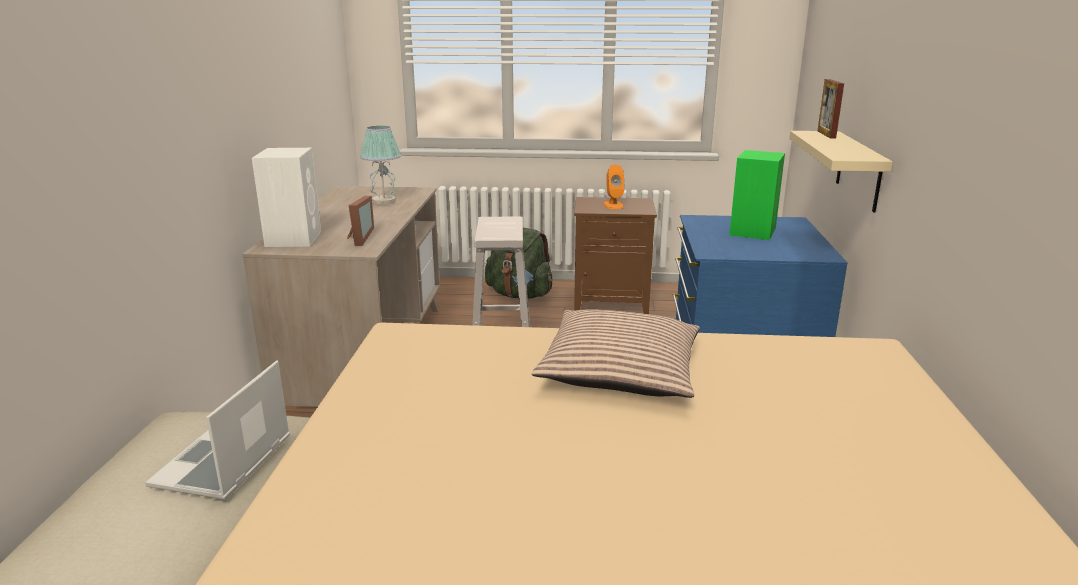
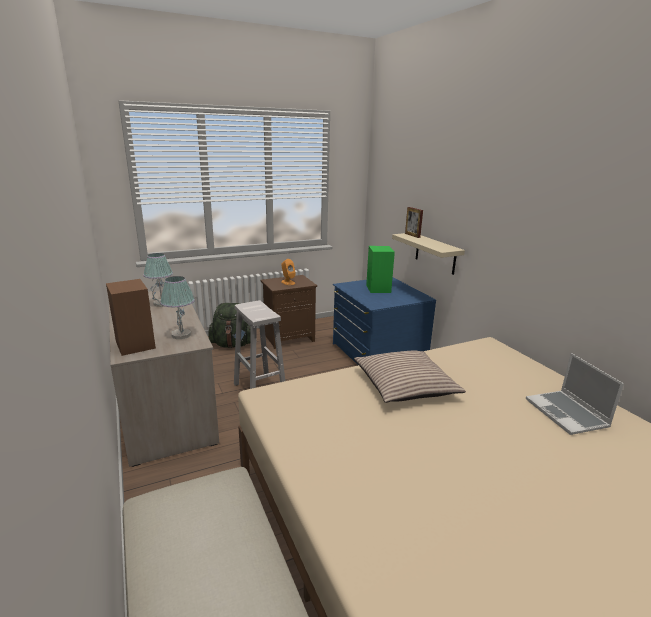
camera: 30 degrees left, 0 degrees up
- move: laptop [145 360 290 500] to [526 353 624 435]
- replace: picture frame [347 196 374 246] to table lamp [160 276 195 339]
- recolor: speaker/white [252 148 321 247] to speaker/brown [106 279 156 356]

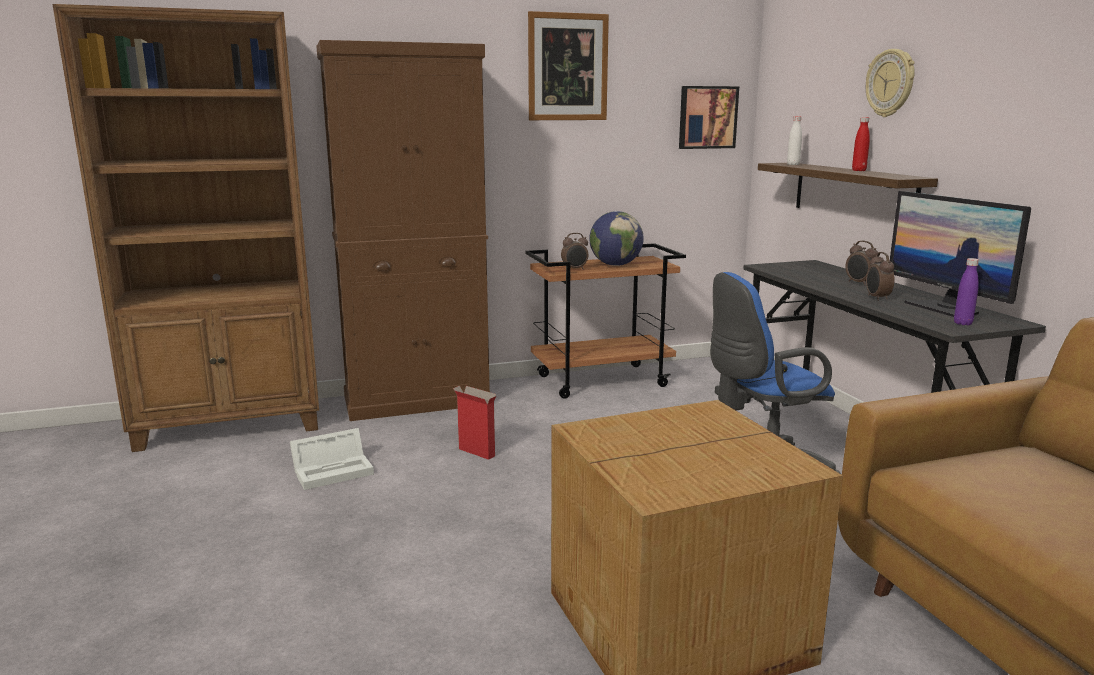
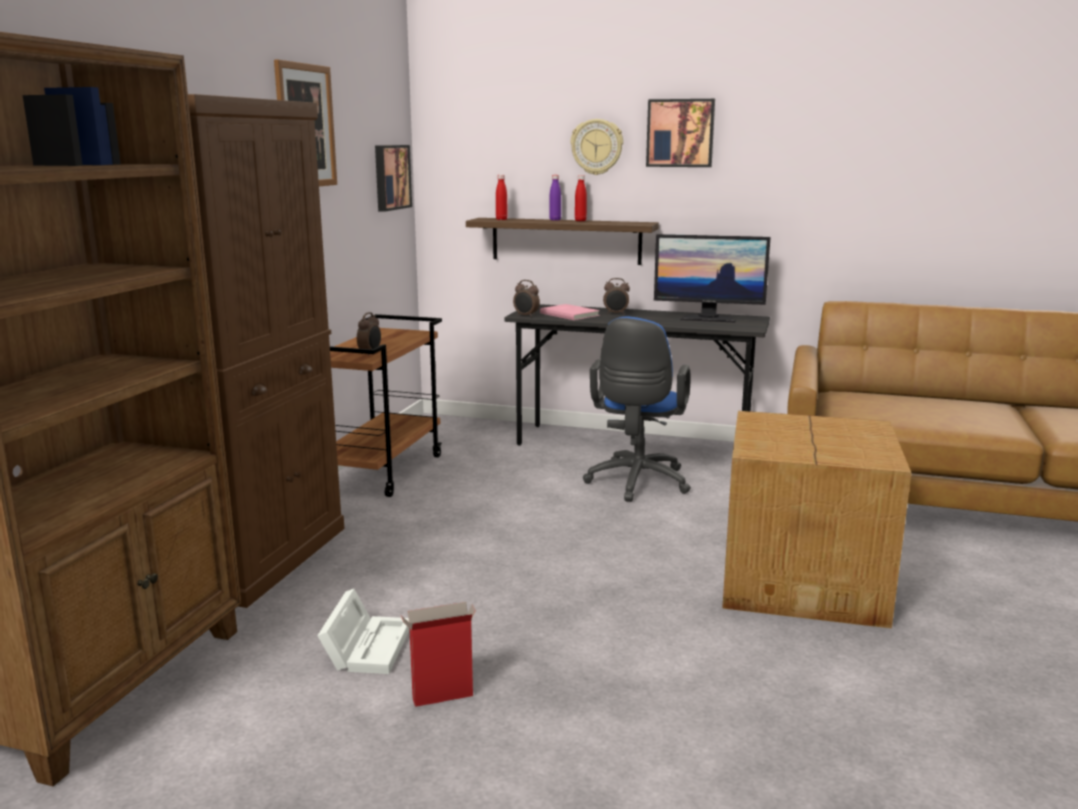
camera: 55 degrees left, 0 degrees up
- delete: globe [589 211 644 266]
- insert: book/pink [540 304 600 320]
- insert: picture [646 99 715 167]
- move: cardboard box [453 386 496 460] to [401 602 476 707]
- move: alarm clock [866 252 895 301] to [513 280 540 317]
- move: bottle/purple [954 258 979 325] to [549 175 561 220]
- recolor: bottle/white [787 116 802 165] to bottle/red [496 175 508 220]

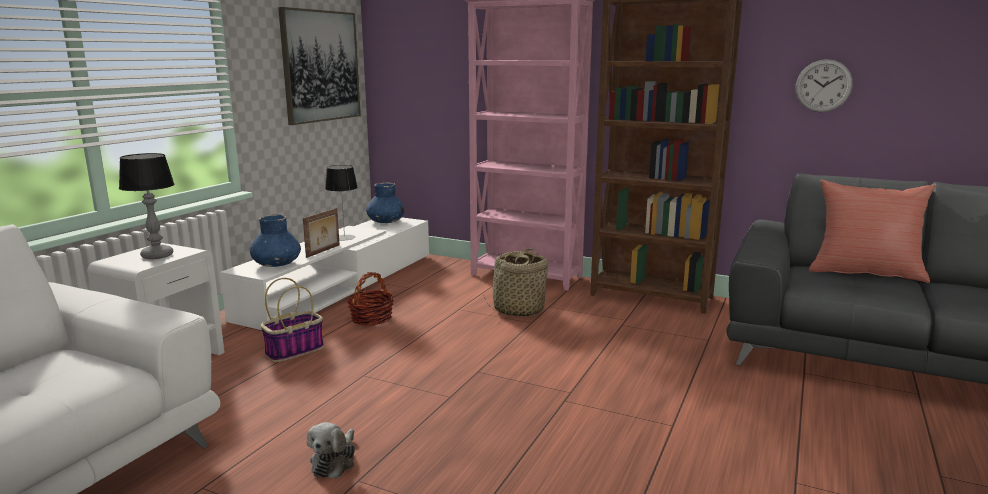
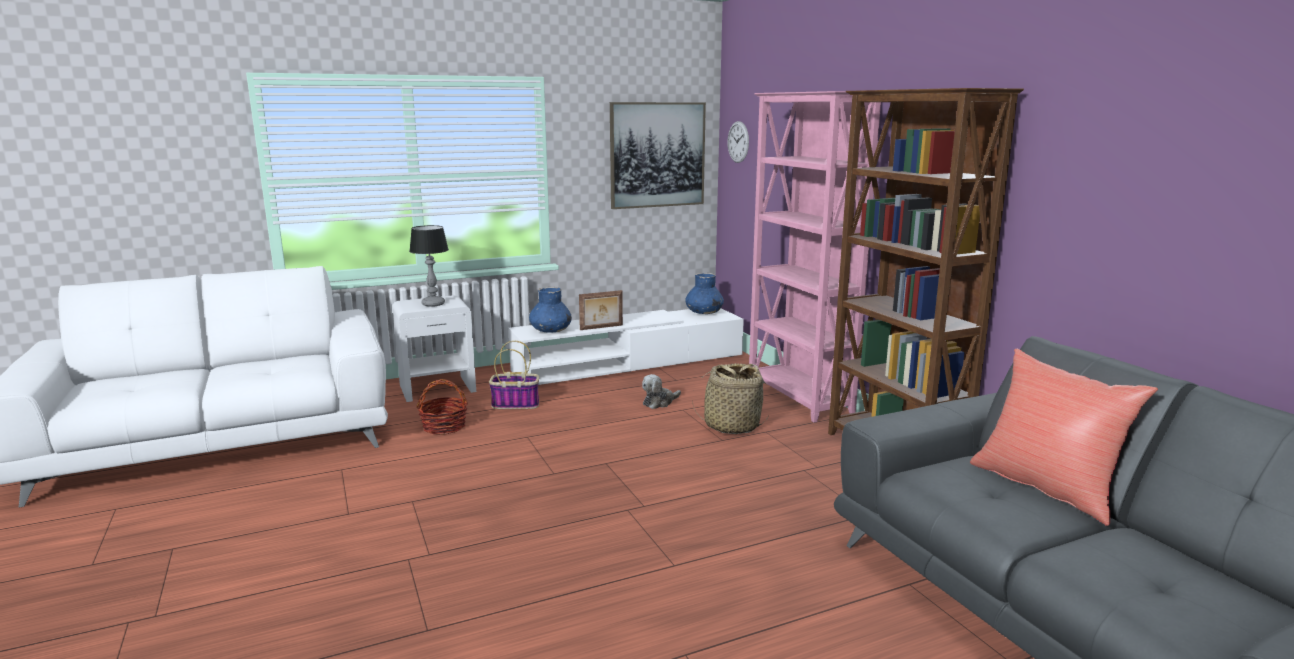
camera: 40 degrees right, 0 degrees up
- delete: table lamp [325 165 358 240]
- move: plush toy [307 422 355 479] to [642 374 681 409]
- move: basket [347 272 394 326] to [416 379 468 435]
- move: wall clock [795 59 853 112] to [727 121 749 163]

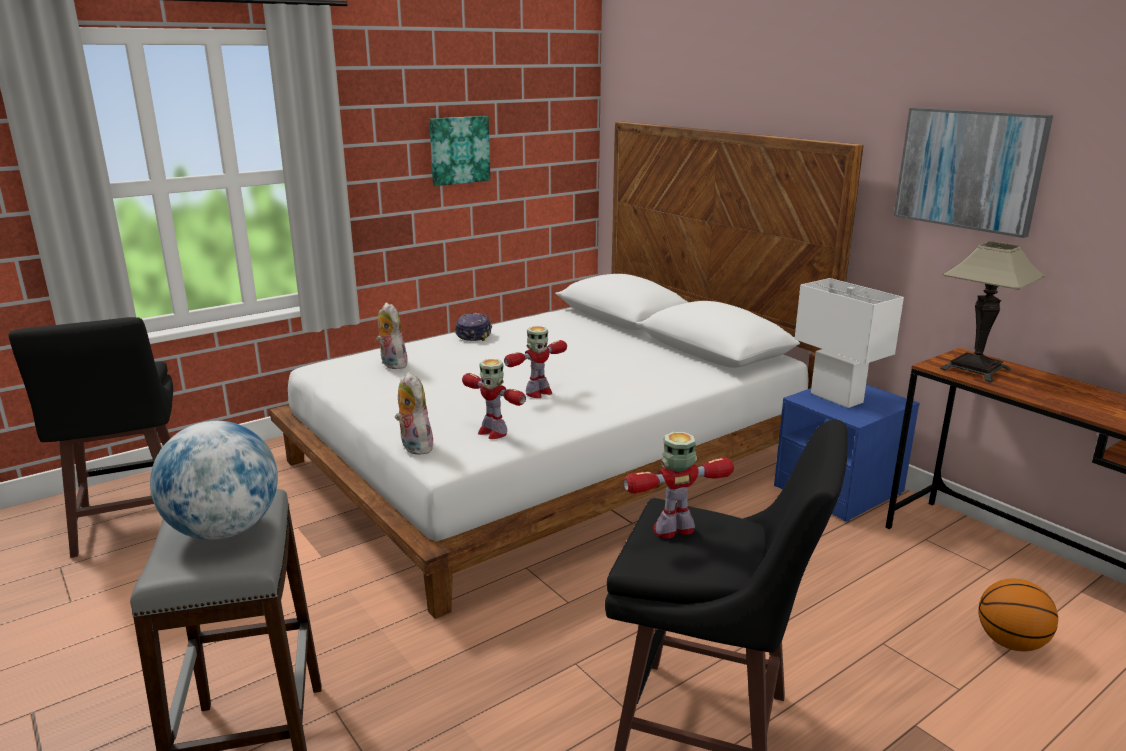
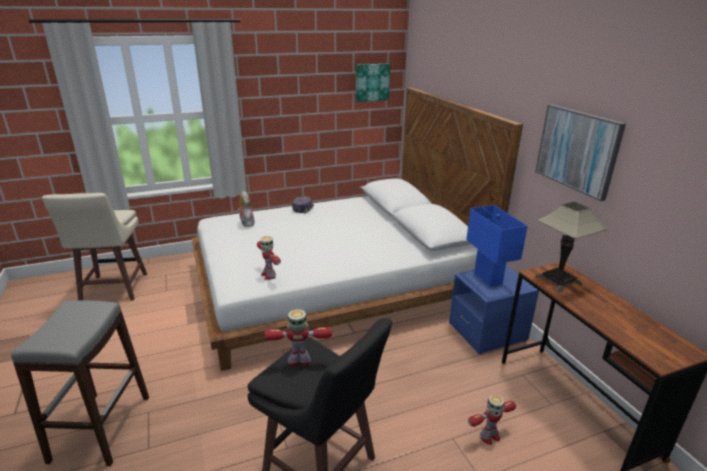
camera: 15 degrees right, 5 degrees up
- delete: globe [150 421 278 540]
- delete: plush toy [395 372 433 455]
- delete: basketball [978 579 1058 651]
- move: picture [429 116 490 186] to [356 63 390 102]
- move: toy robot [504 326 567 398] to [468 395 516 445]
- recolor: stool/black [9 317 173 558] to stool/beige [42 193 147 301]
- recolor: table lamp/white [795 278 904 408] to table lamp/blue [466 205 528 287]

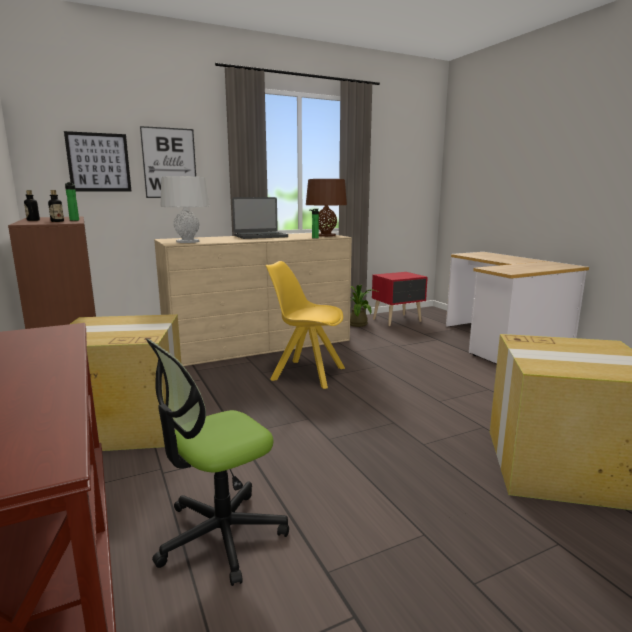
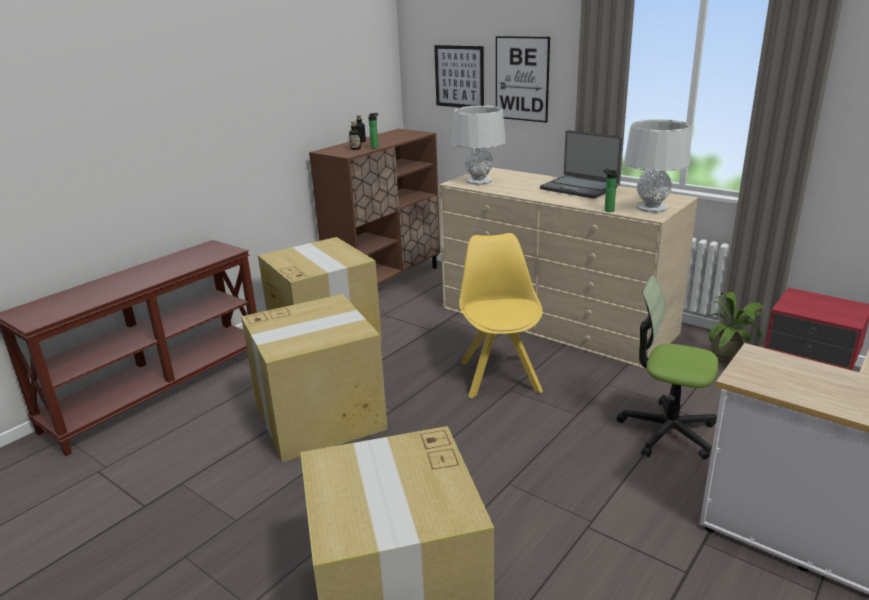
camera: 65 degrees right, 10 degrees up
- insert: cardboard box [241 294 388 462]
- move: office chair [146 339 289 586] to [617 276 718 460]
- recolor: table lamp/brown [306 179 347 237] to table lamp/grey [624 119 691 213]

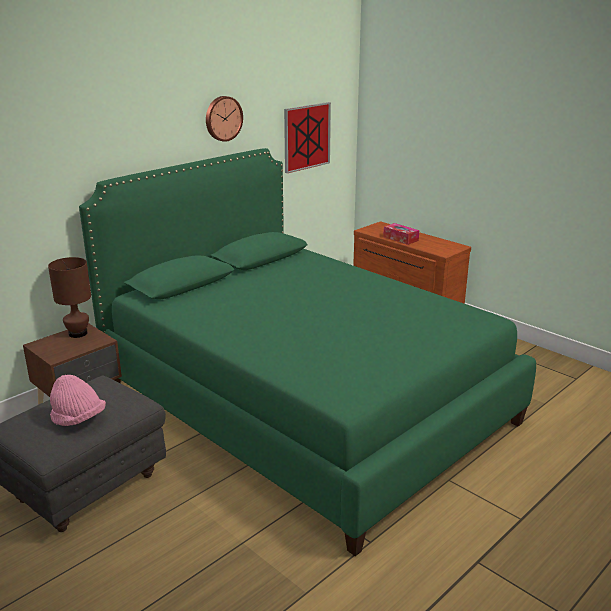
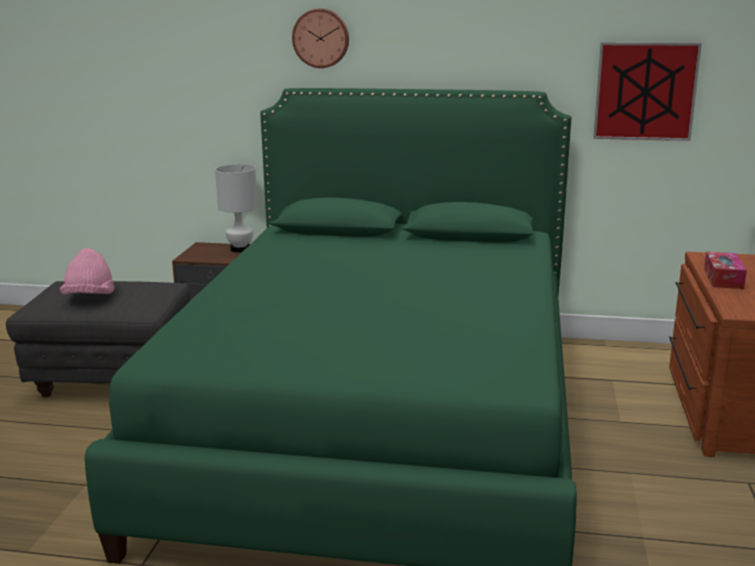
camera: 55 degrees right, 5 degrees down
- move: wall clock [206 96 243 142] to [292 9 349 68]
- recolor: table lamp/brown [48 257 91 338] to table lamp/white [215 164 257 253]

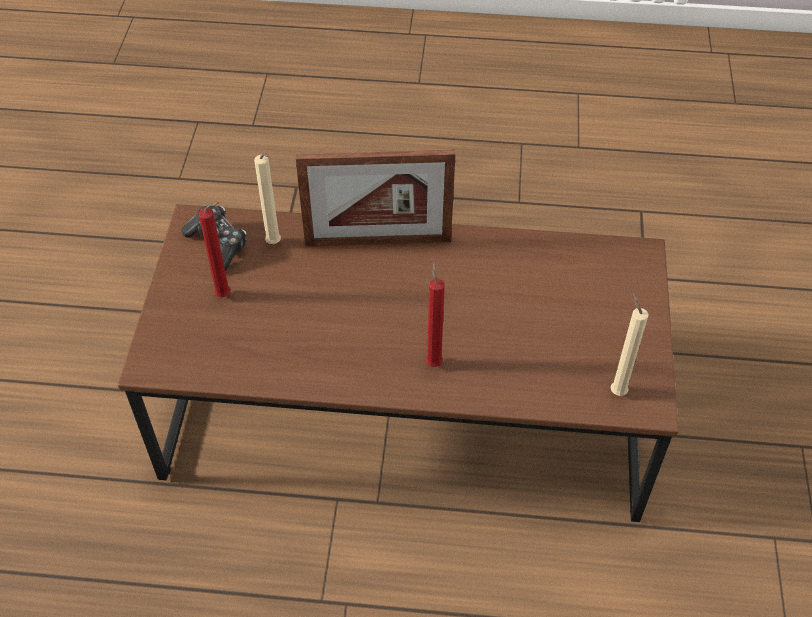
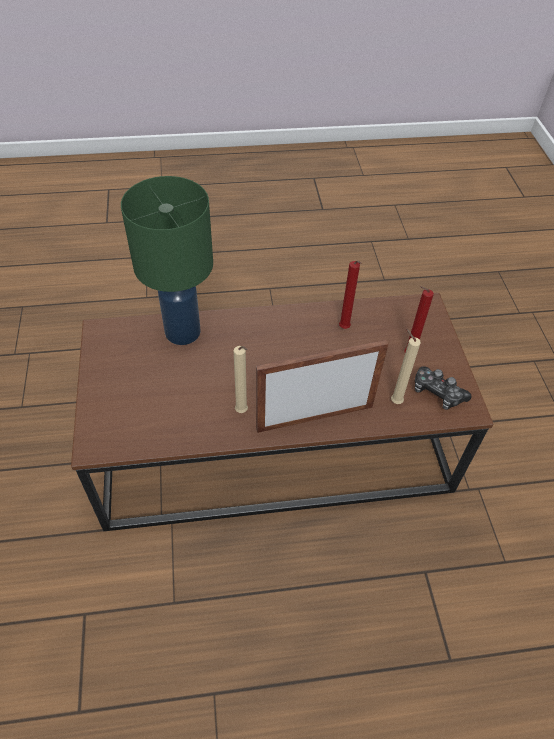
camera: 165 degrees right, 0 degrees up
- insert: table lamp/green [121 176 213 345]
- move: candle/red [425 262 445 367] to [339 261 362 329]
- move: candle/beige [610 293 649 396] to [234 346 248 413]

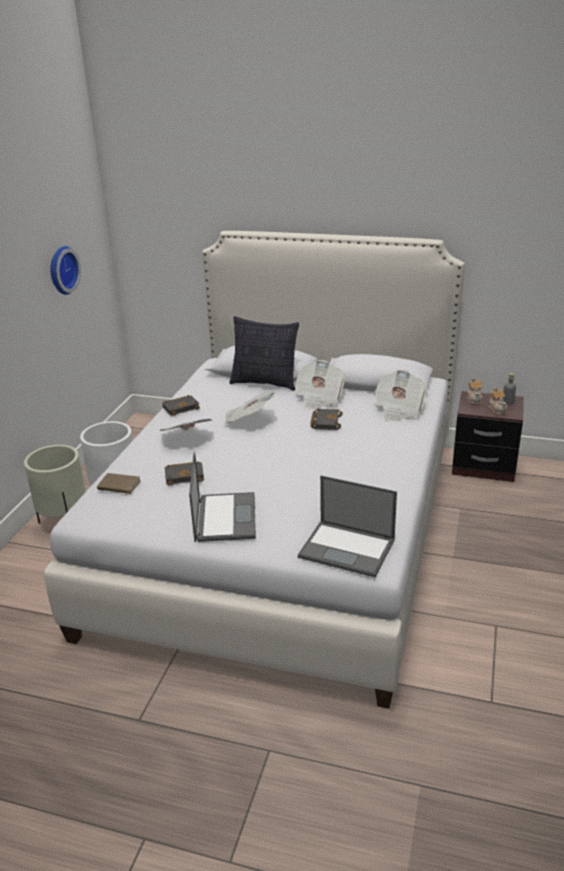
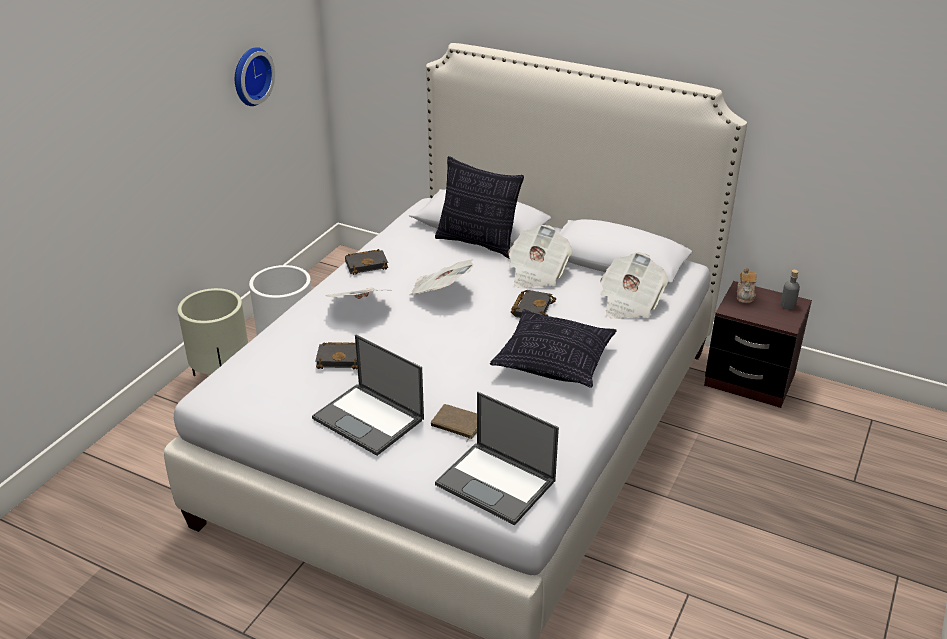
camera: 10 degrees right, 5 degrees up
- delete: teapot [489 387 508 415]
- insert: pillow [490 309 617 388]
- move: book/brown [97 473 141 495] to [431 404 477 442]
- rotate: laptop [189 452 256 542] = [312 334 424 456] 120 degrees clockwise

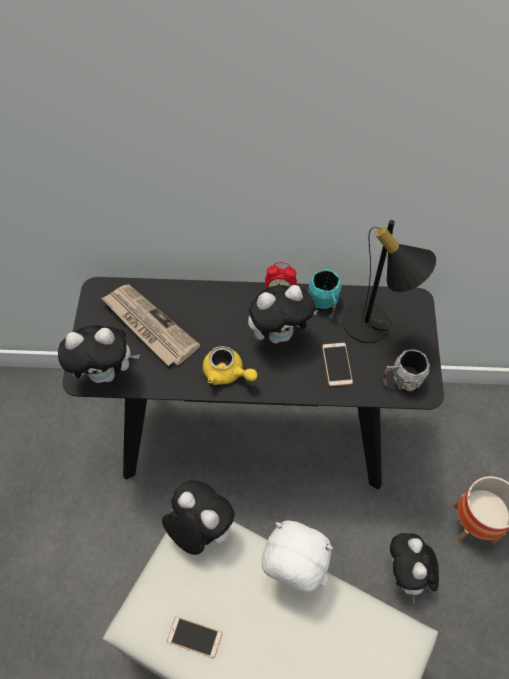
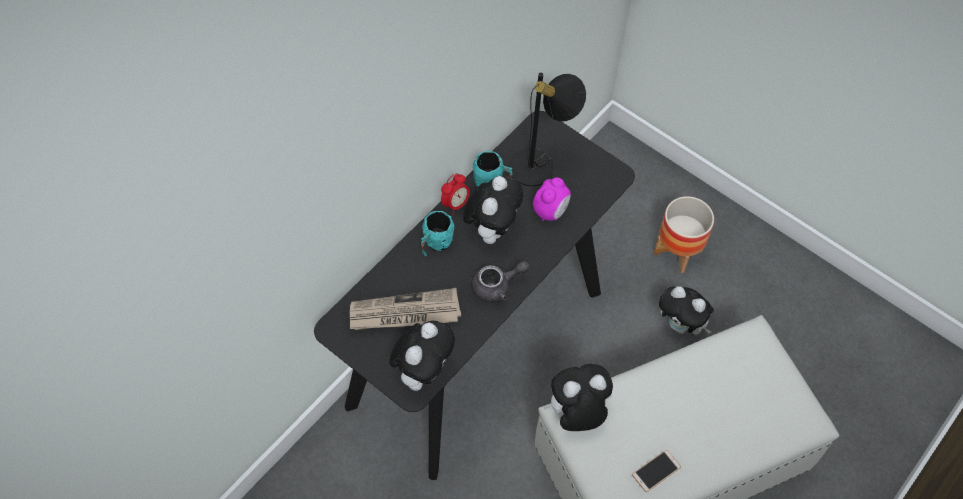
camera: 55 degrees left, 0 degrees up
- delete: plush toy/white [261 520 333 593]
- delete: mug/grey [383 349 430 393]
- insert: mug/turquoise [421 211 454 256]
- replace: phone [322 343 353 386] to alarm clock [533 177 571 221]
- recolor: teapot/yellow [203 346 258 385] to teapot/grey [471 261 530 302]

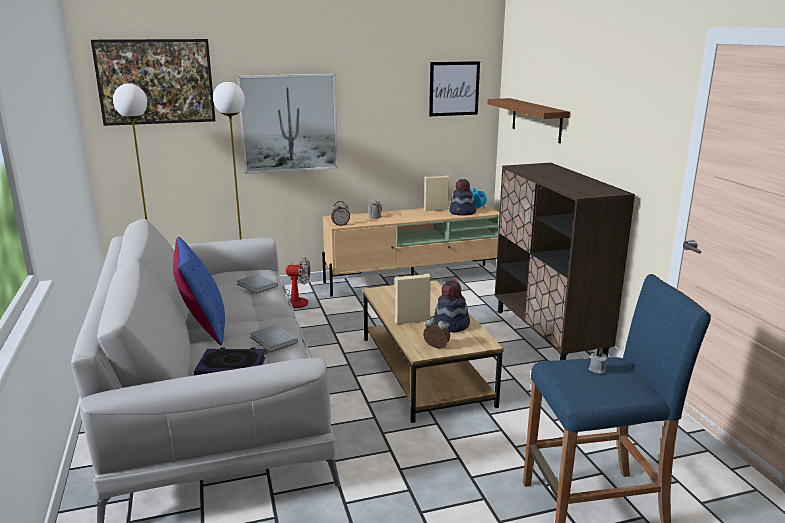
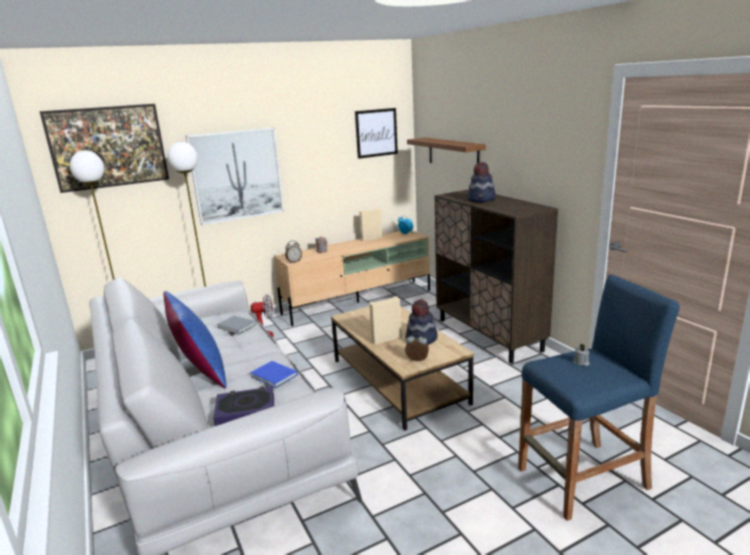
camera: 10 degrees left, 0 degrees up
- move: hat [450 179 476 216] to [467 162 496 202]
- recolor: book/grey [250 324 298 352] to book/blue [250 361 298 388]

